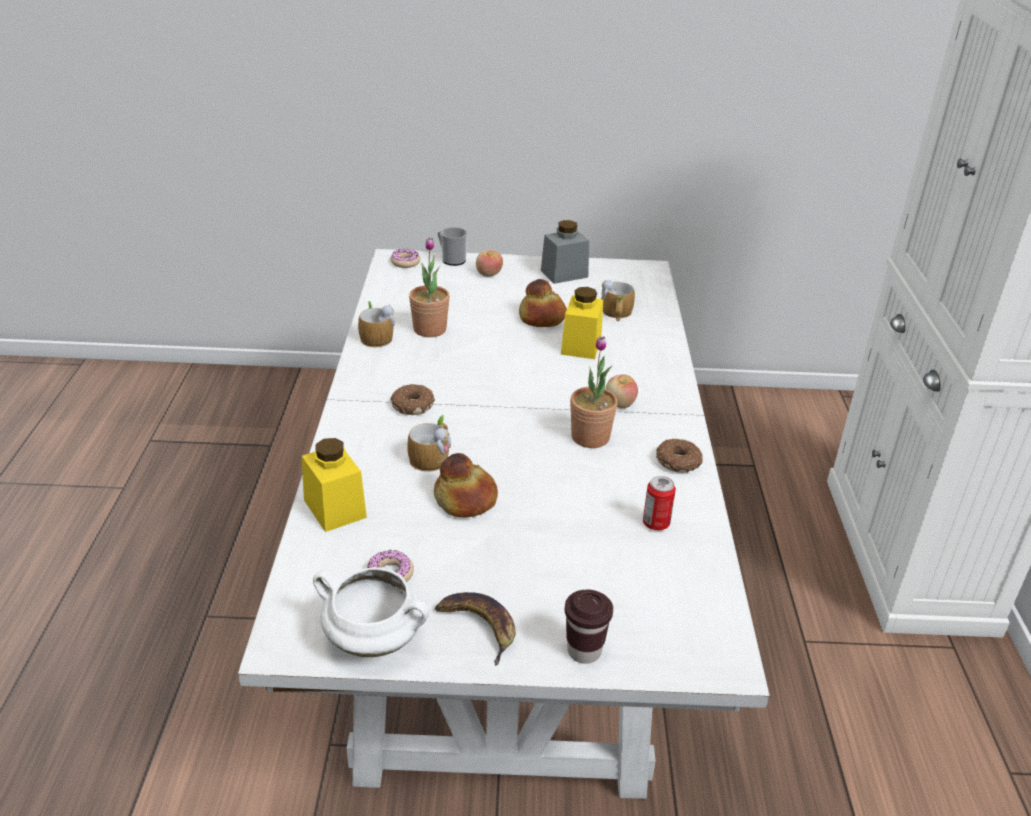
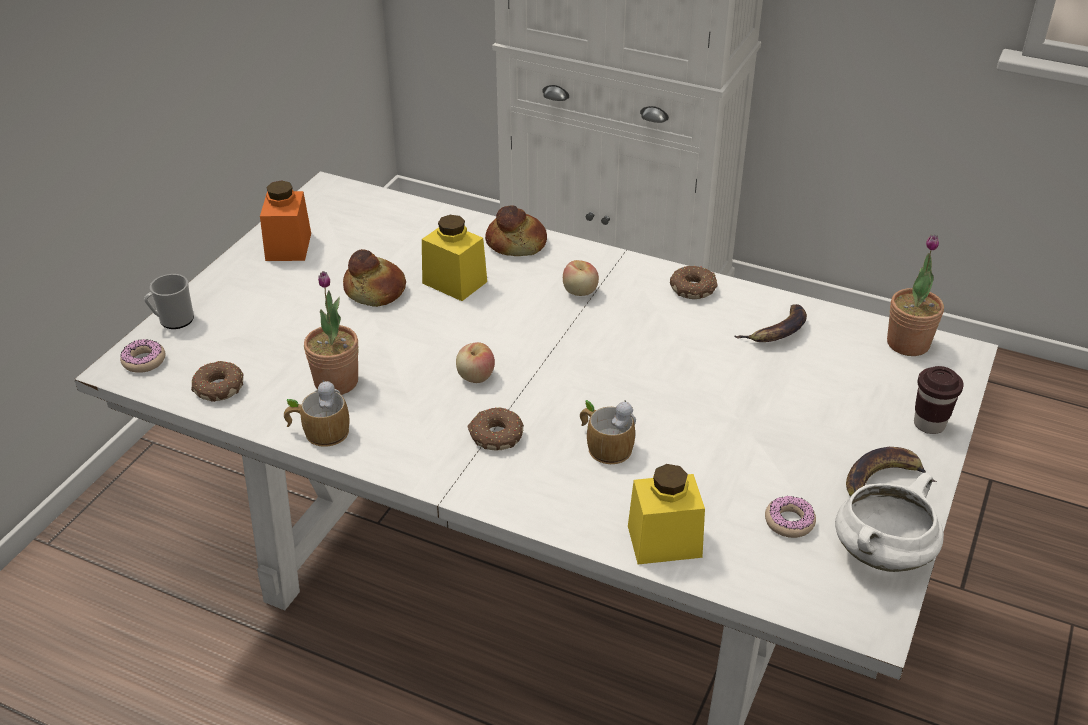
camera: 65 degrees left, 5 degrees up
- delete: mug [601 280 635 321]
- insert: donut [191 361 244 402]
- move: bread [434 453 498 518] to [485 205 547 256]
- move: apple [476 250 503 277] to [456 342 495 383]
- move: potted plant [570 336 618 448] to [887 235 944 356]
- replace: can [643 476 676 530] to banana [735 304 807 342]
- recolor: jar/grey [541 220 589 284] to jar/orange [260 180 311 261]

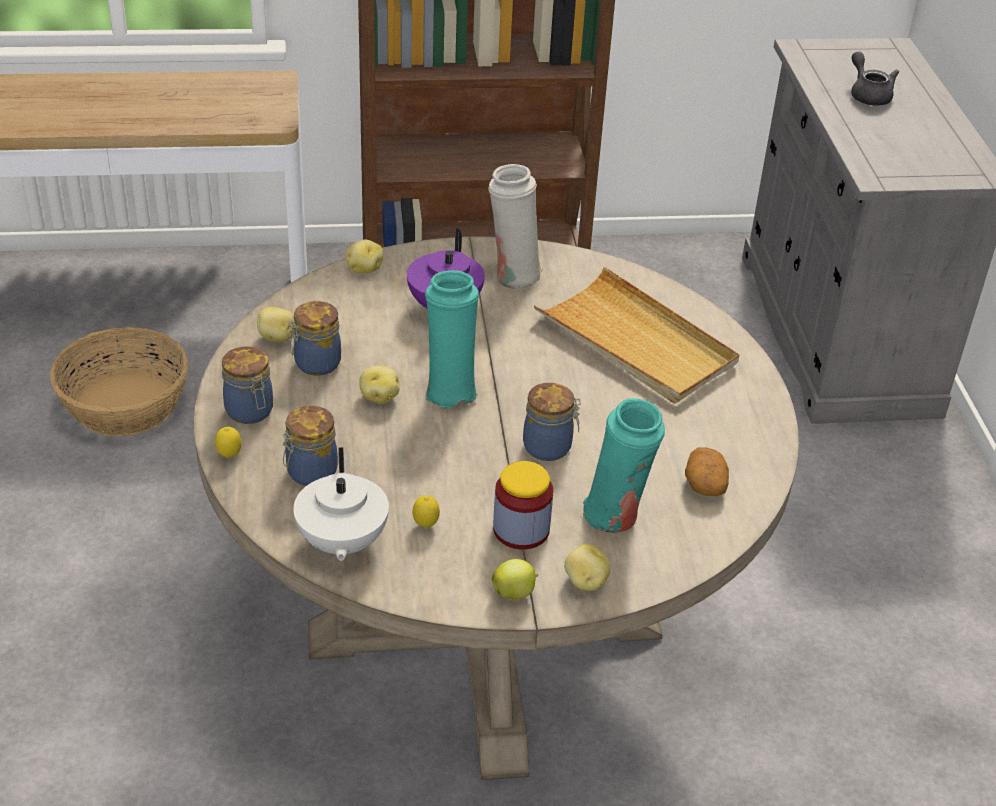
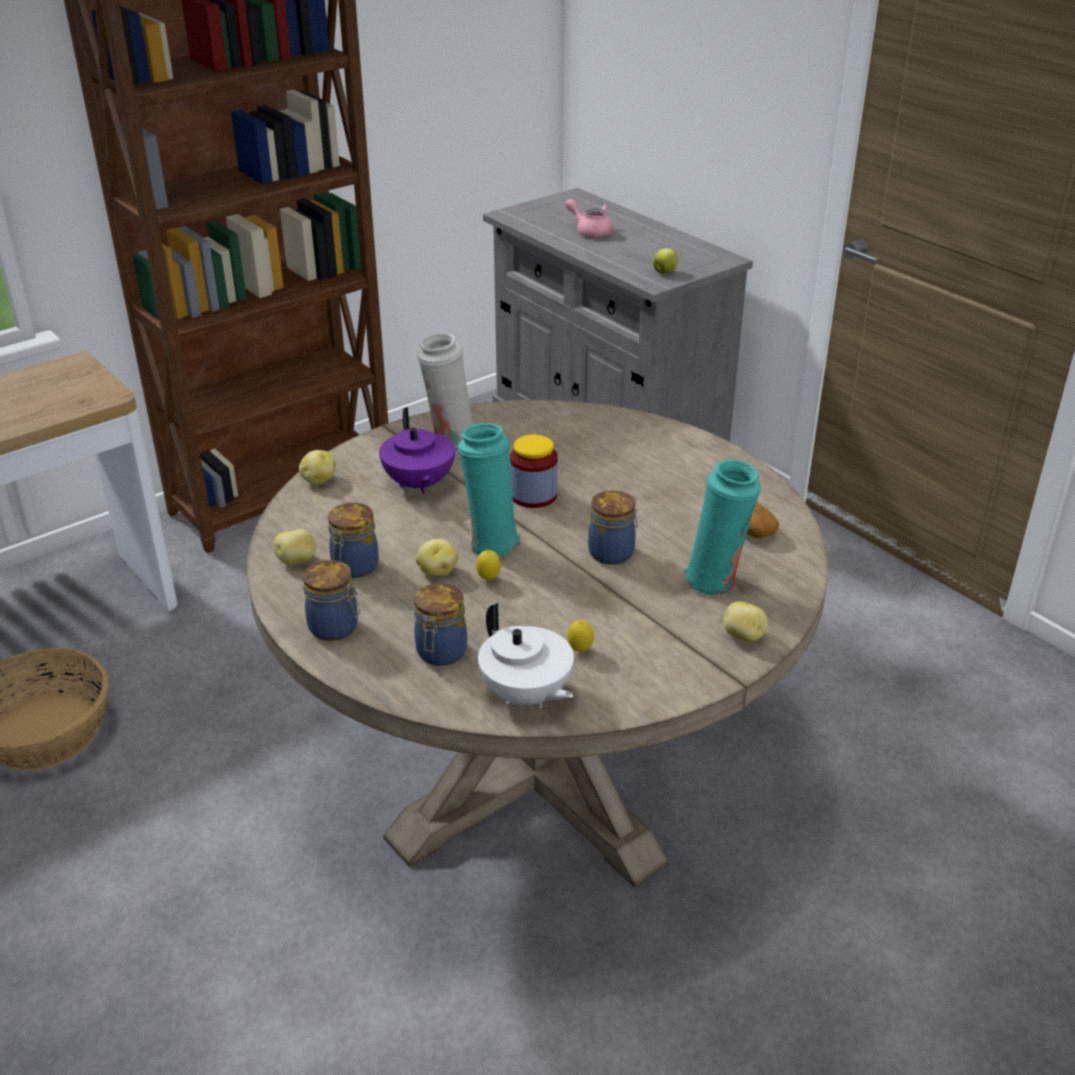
camera: 30 degrees left, 5 degrees down
- delete: tray/beige [534 267 740 404]
- move: lemon [215 427 242 457] to [476 550 501 580]
- move: apple [492 559 538 599] to [653 248 678 273]
- move: jar [493 461 553 549] to [510 434 558 508]
- recolor: teapot/grey [851 52 899 106] to teapot/pink [565 199 613 237]

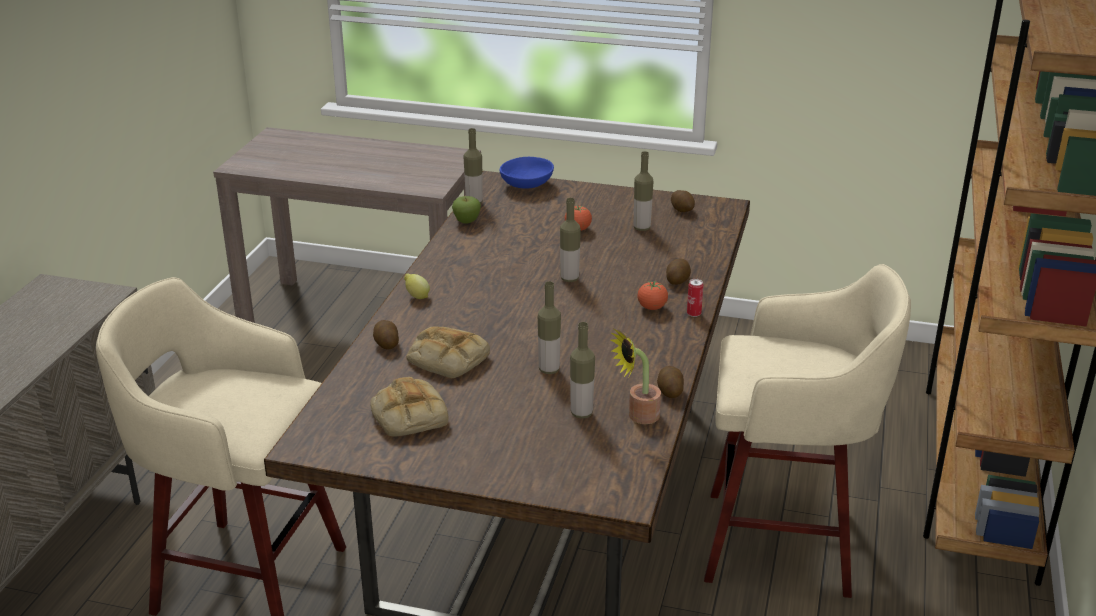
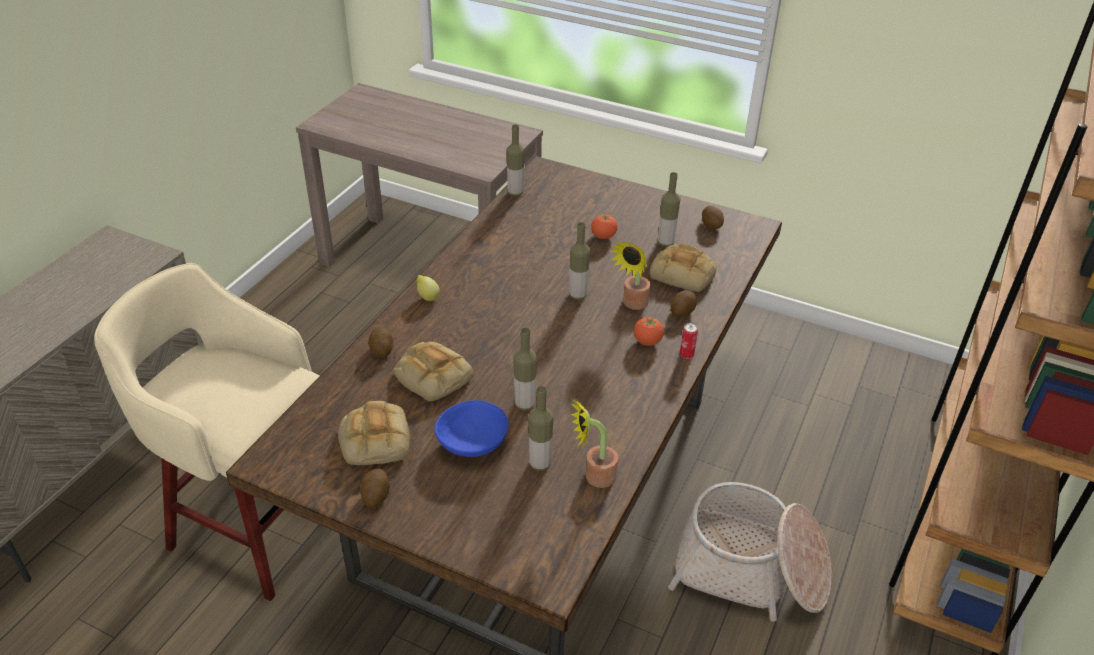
camera: 10 degrees right, 10 degrees up
- delete: apple [452 196 481 224]
- insert: potted plant [609 242 650 310]
- insert: bread [650 243 717 292]
- move: bowl/blue [500 157 554 189] to [435 400 509 457]
- move: potato [657 366 684 398] to [360 468 390 507]
- replace: stool/beige [704 264 911 598] to basket [668 482 832 622]

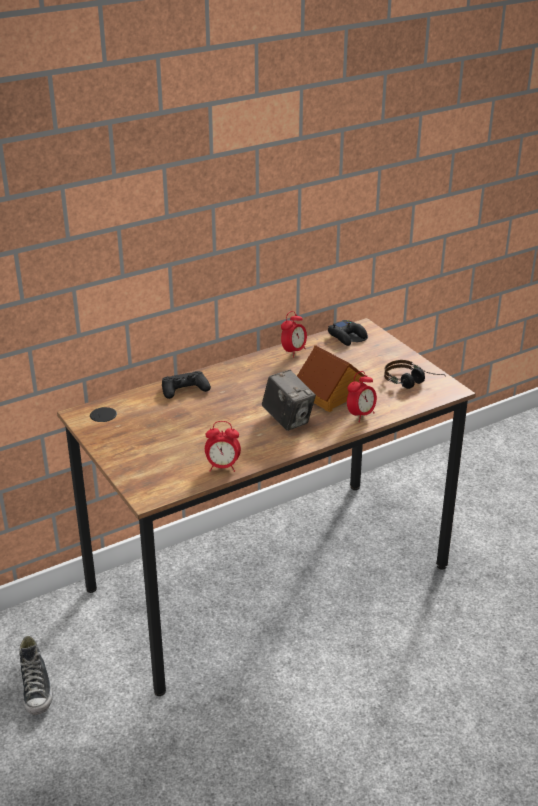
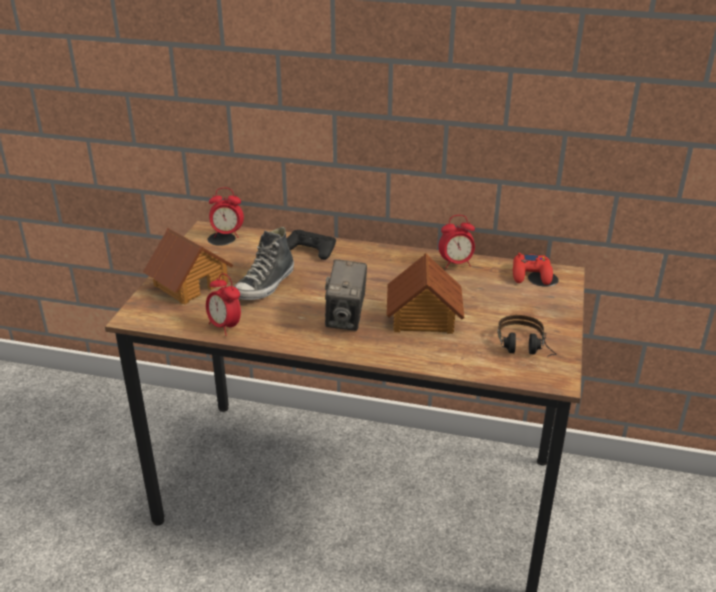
camera: 45 degrees right, 0 degrees up
- insert: toy house [143 228 233 305]
- move: shoe [19 636 53 715] to [234 227 294 300]
- move: alarm clock [347 371 377 422] to [209 188 244 238]
- recolor: game controller/black [328 320 367 346] to game controller/red [513 253 553 285]

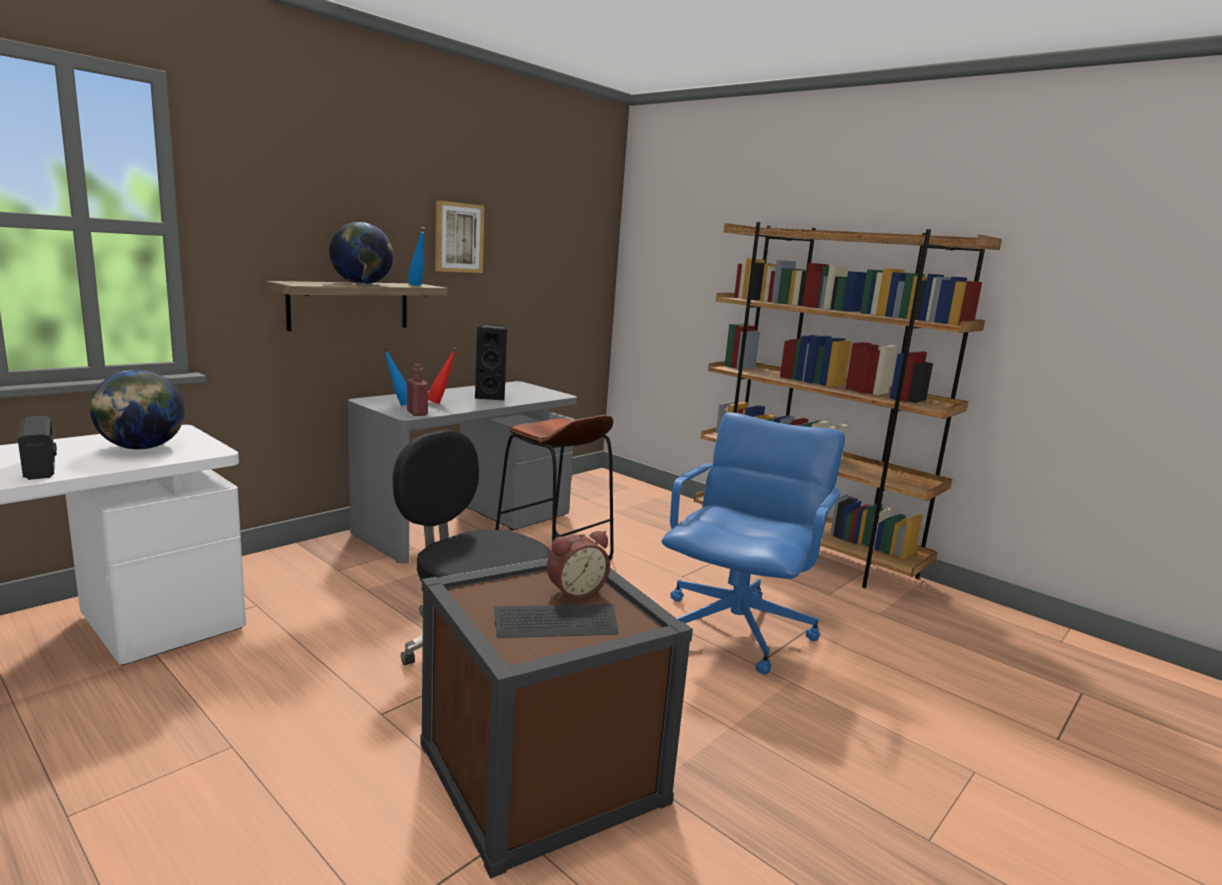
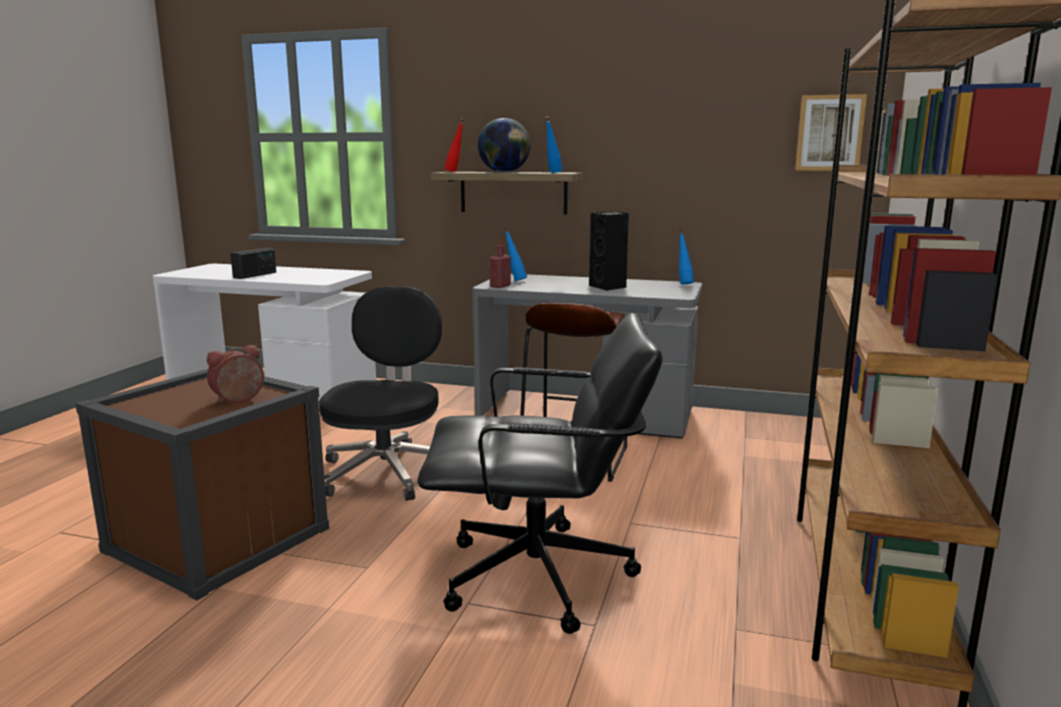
camera: 65 degrees right, 0 degrees up
- delete: globe [90 370 185 450]
- delete: keyboard [494 604 618 638]
- insert: bottle/blue [679 229 694 285]
- move: bottle/red [428 348 457 404] to [445 119 464 172]
- move: picture [435 200 485 273] to [795 94 867 171]
- recolor: office chair/blue [662 412 845 675] to office chair/black [418 313 662 634]
- rotate: alarm clock [547 531 610 599] = [207 345 264 403] 105 degrees clockwise

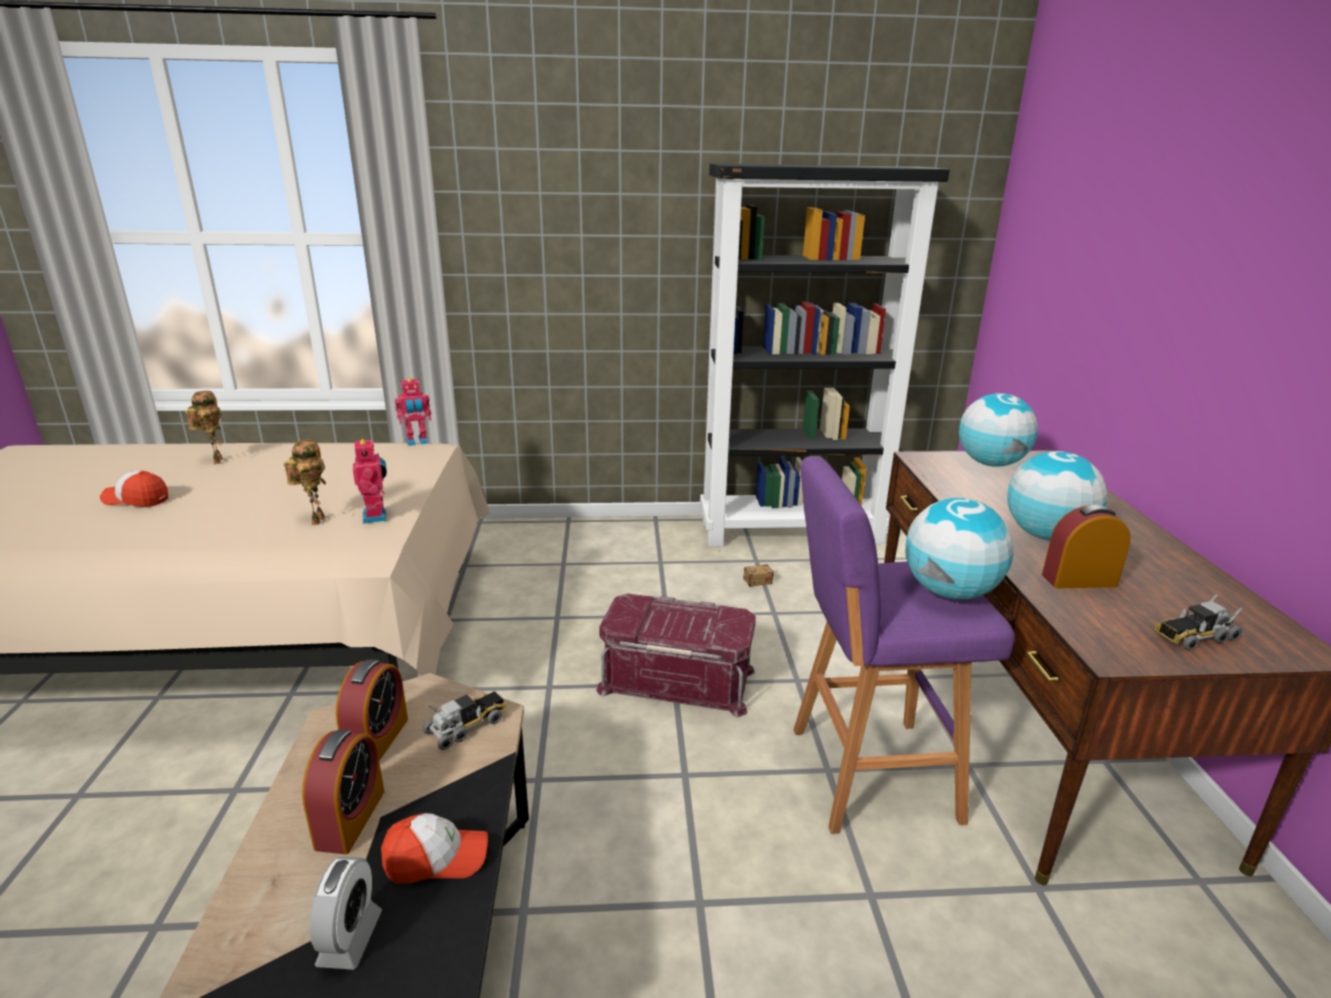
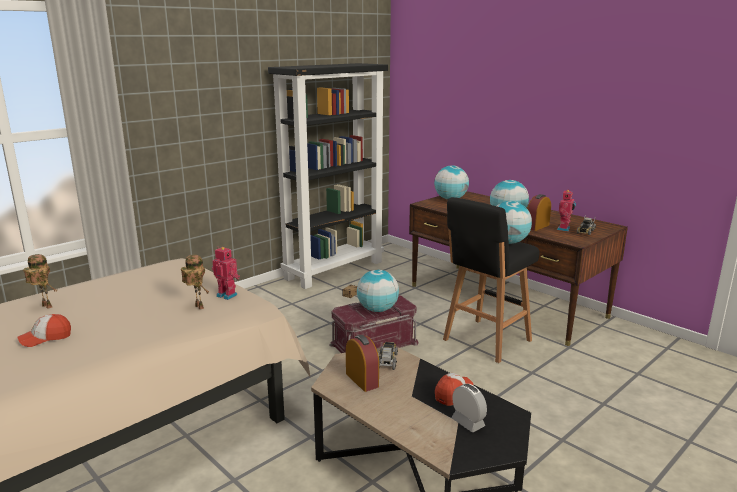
camera: 40 degrees left, 5 degrees down
- delete: alarm clock [302 729 385 854]
- insert: globe [357 270 399 312]
- move: toy robot [395 378 431 446] to [557 189 576 231]
- recolor: stool/purple [794 456 1015 834] to stool/black [443 197 540 363]

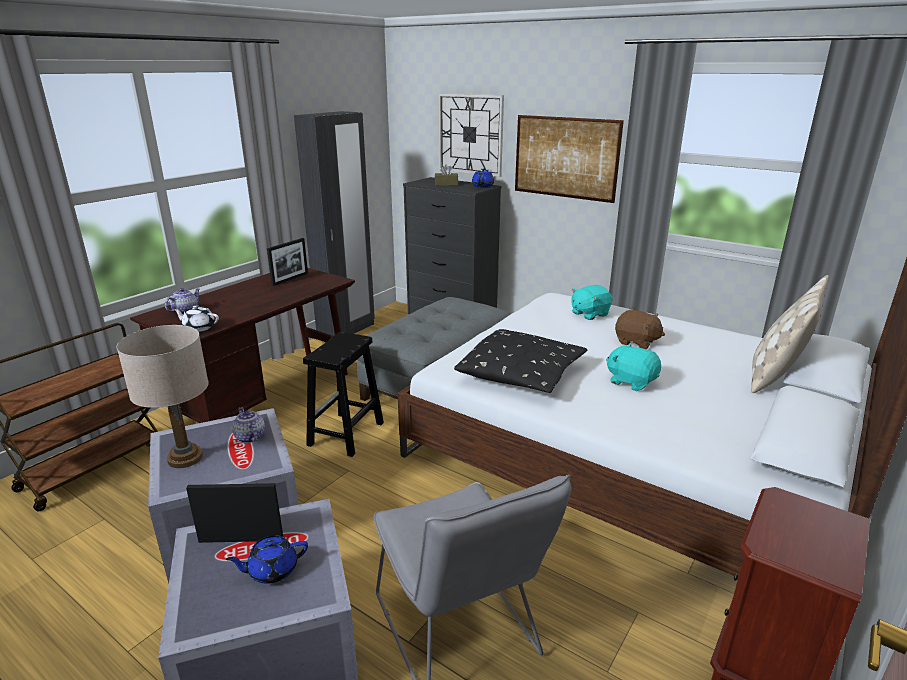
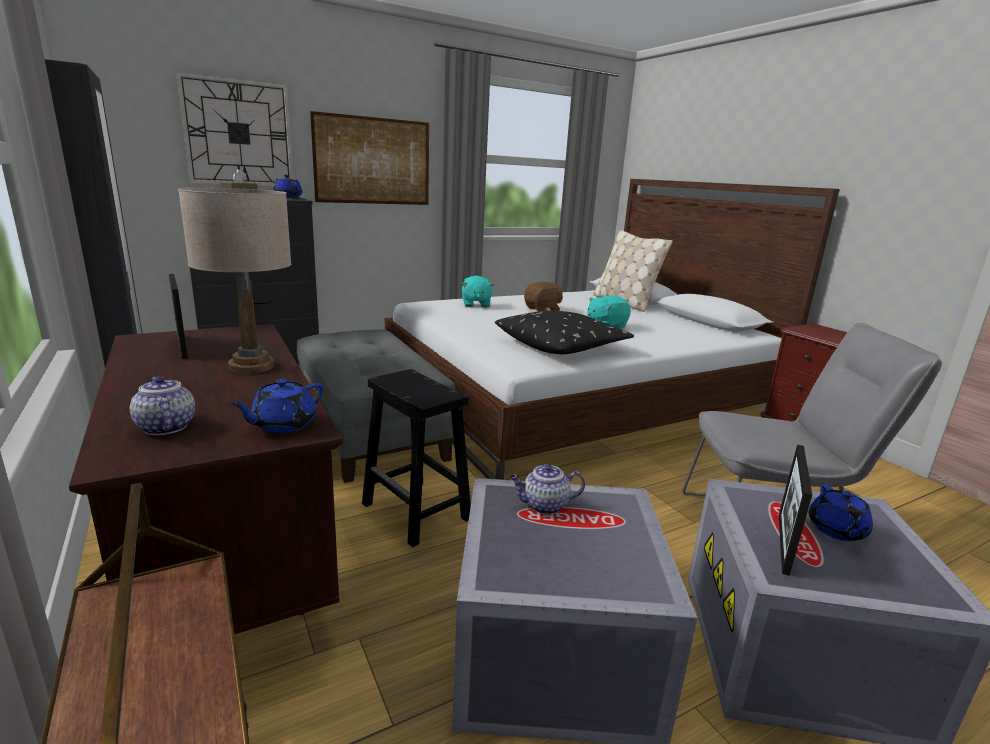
camera: 65 degrees left, 5 degrees down
- move: table lamp/beige [117 325 209 468] to [178 188 291 374]
- recolor: teapot/white [173 305 219 332] to teapot/blue [230 379 324 433]

